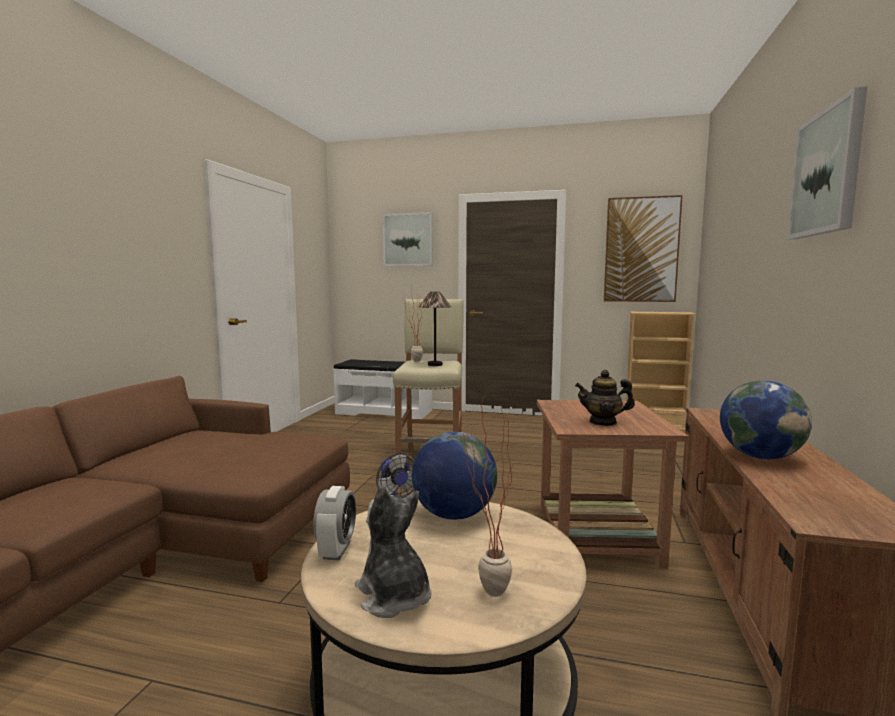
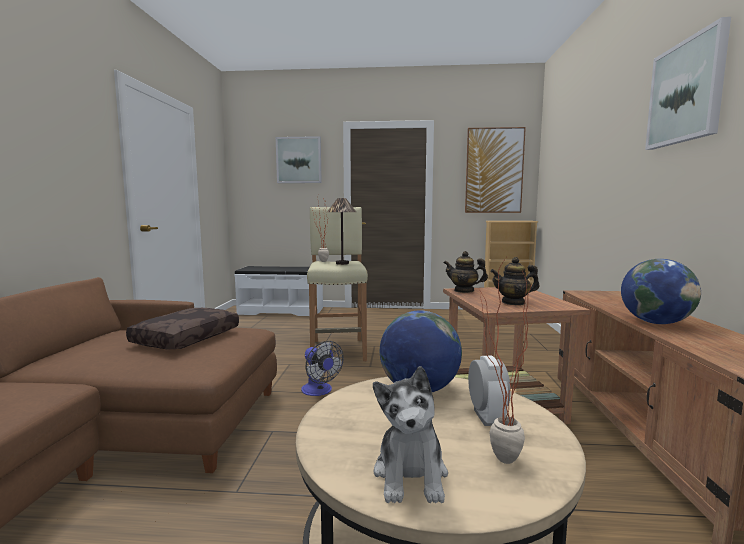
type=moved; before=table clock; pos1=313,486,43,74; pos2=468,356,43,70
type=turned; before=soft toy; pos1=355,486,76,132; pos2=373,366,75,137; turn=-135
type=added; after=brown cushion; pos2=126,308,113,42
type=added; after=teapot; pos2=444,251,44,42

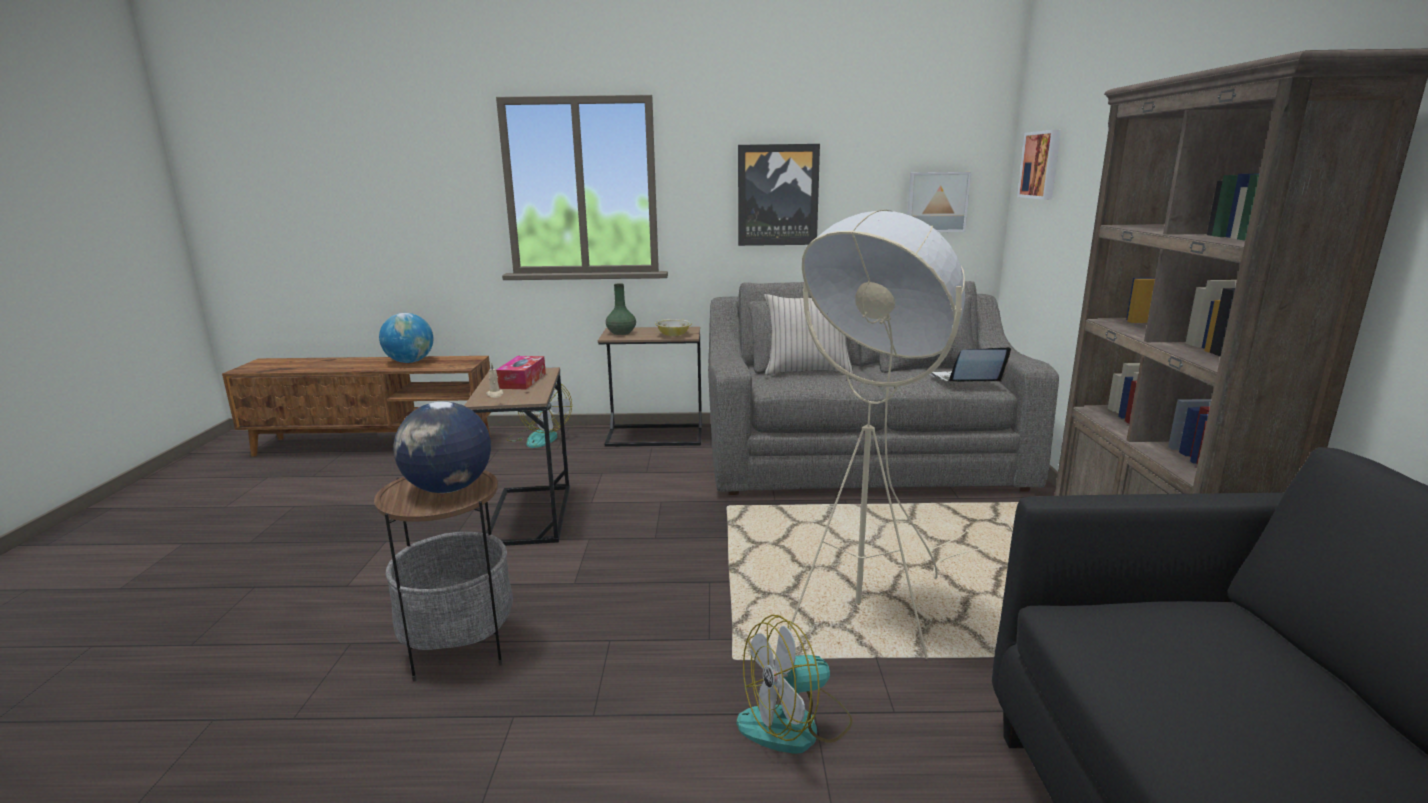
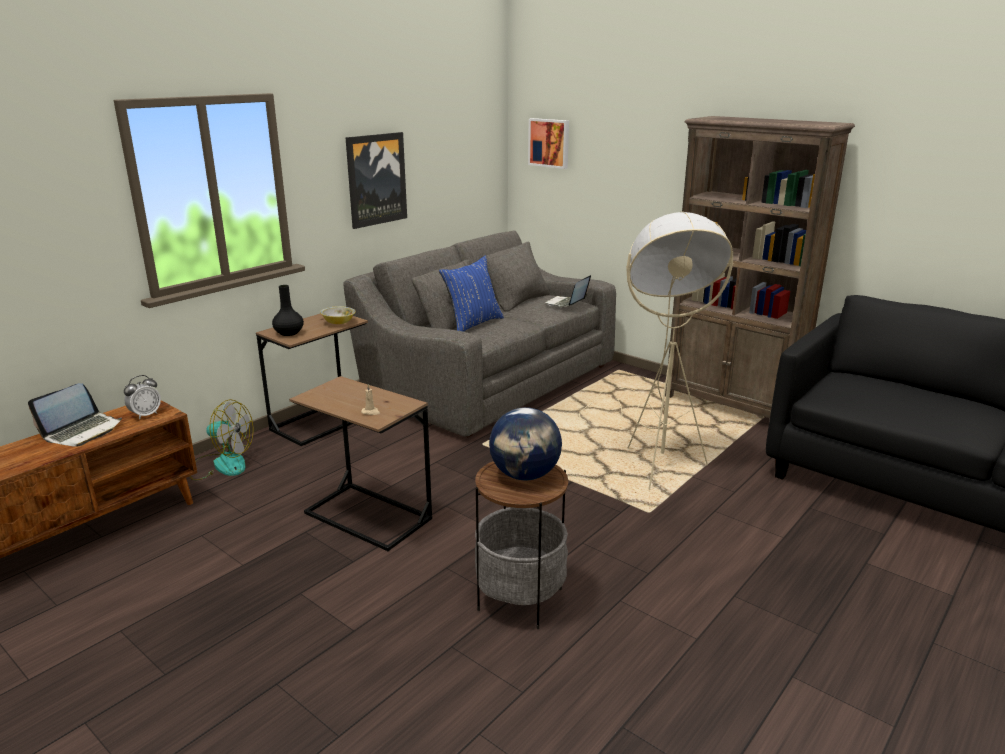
type=replaced; before=globe; after=notebook computer; pos1=379,313,54,50; pos2=28,383,94,64
type=removed; before=tissue holder; pos1=496,356,50,33
type=recoloured; before=greenish vase; after=black vase; pos1=606,283,30,52; pos2=272,285,32,51
type=removed; before=fan; pos1=737,614,115,140
type=recoloured; before=sand-coloured cushion; after=bluish cushion; pos1=764,294,89,81; pos2=439,256,65,76
type=removed; before=picture; pos1=907,172,64,60
type=added; after=table clock; pos2=124,375,37,45

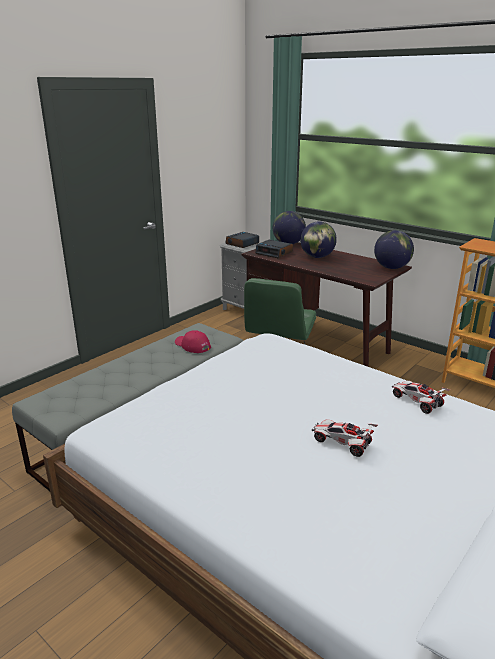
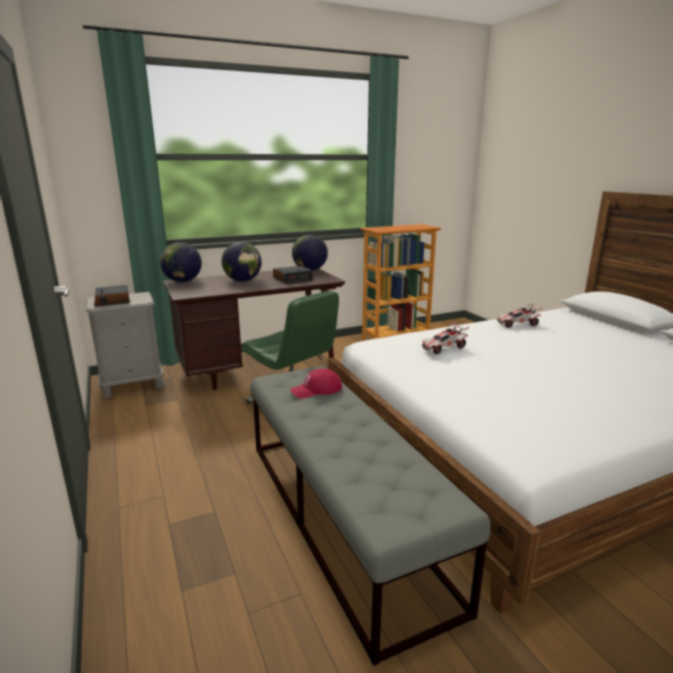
type=moved; before=table clock; pos1=255,240,38,18; pos2=273,266,40,18
type=moved; before=model car; pos1=312,419,66,38; pos2=422,322,47,32

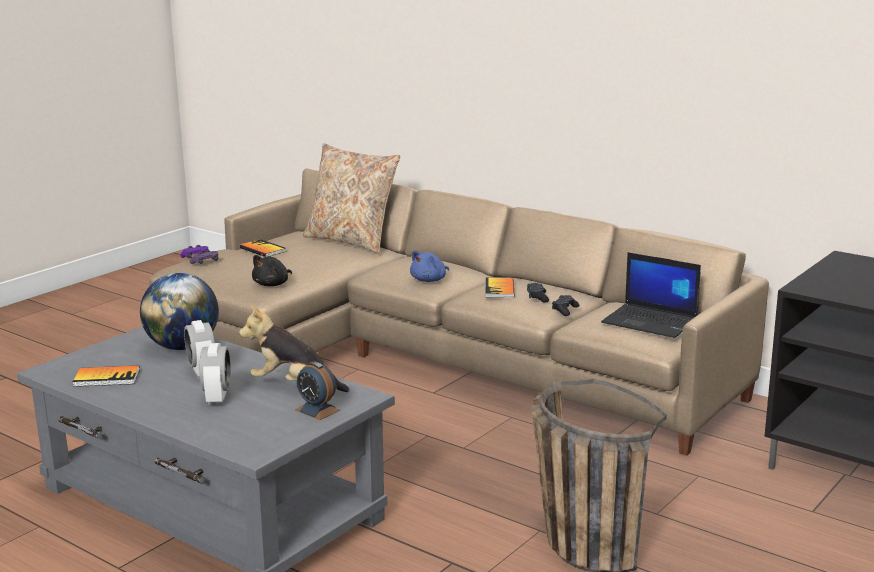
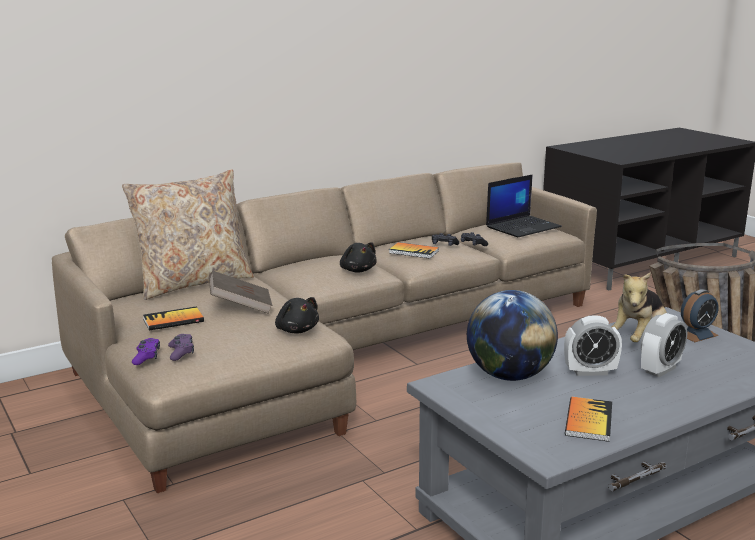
type=turned; before=table clock; pos1=200,343,31,62; pos2=641,313,46,64; turn=120
type=recoloured; before=bluish soft toy; after=black soft toy; pos1=410,250,39,32; pos2=340,242,37,30
type=added; after=brown book; pos2=209,271,63,43

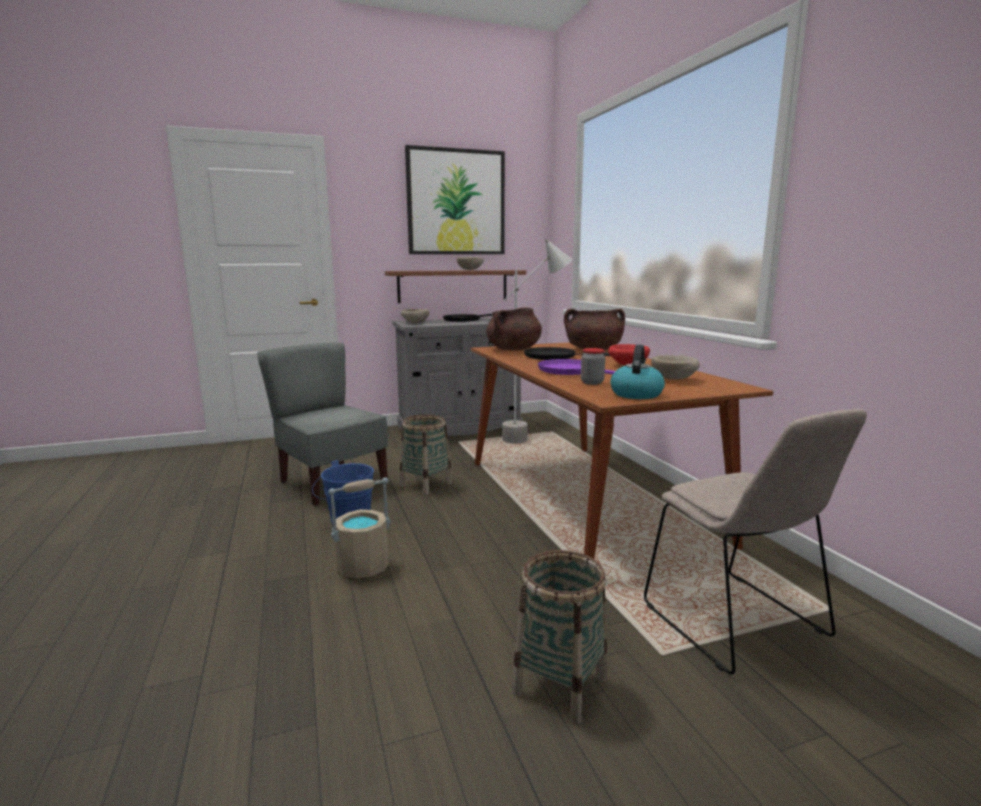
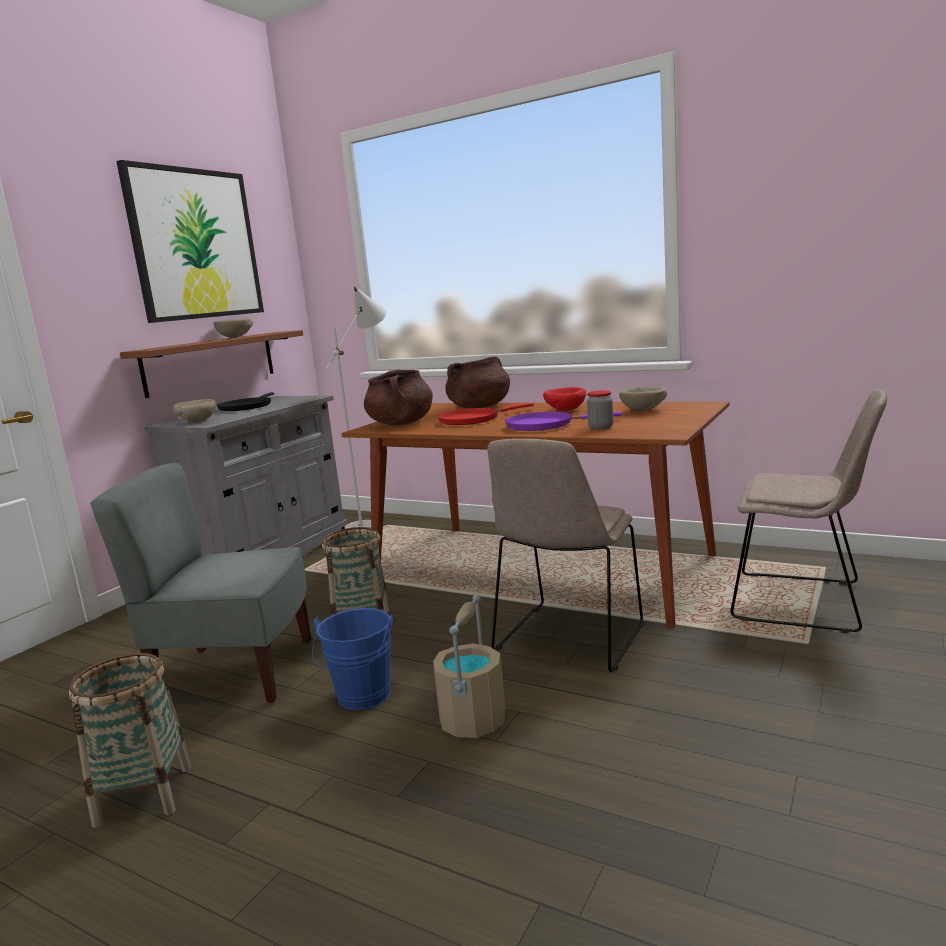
type=moved; before=basket; pos1=512,550,95,174; pos2=69,653,123,175
type=recoloured; before=black skillet; after=red skillet; pos1=524,347,86,13; pos2=437,403,97,22
type=removed; before=tea kettle; pos1=611,345,54,54
type=added; after=sand-coloured plain chair; pos2=487,439,157,233

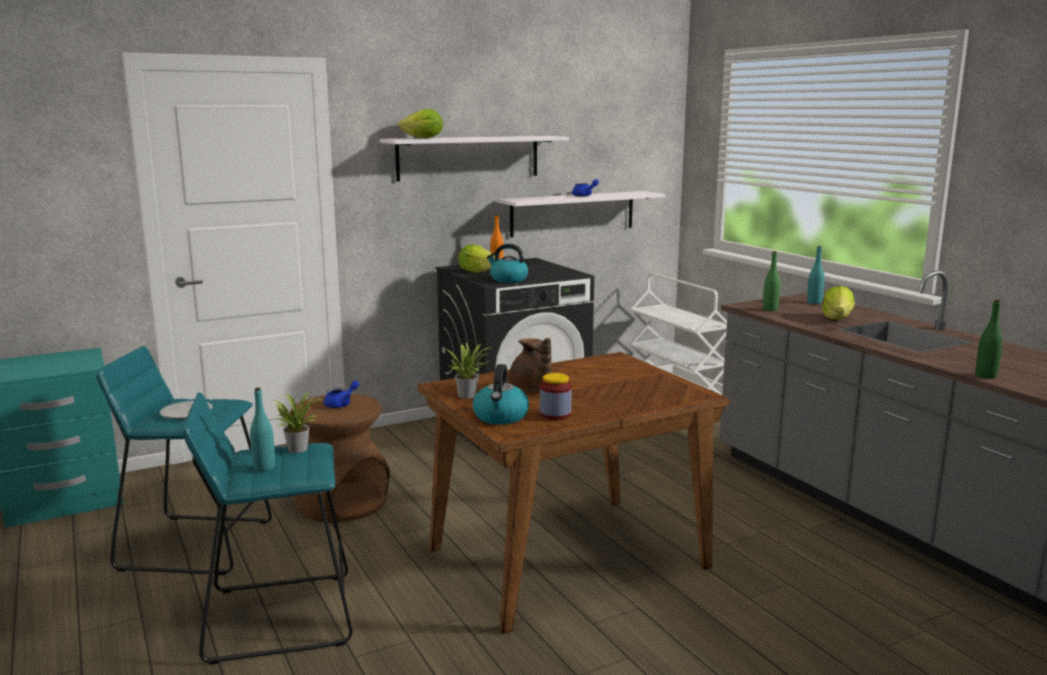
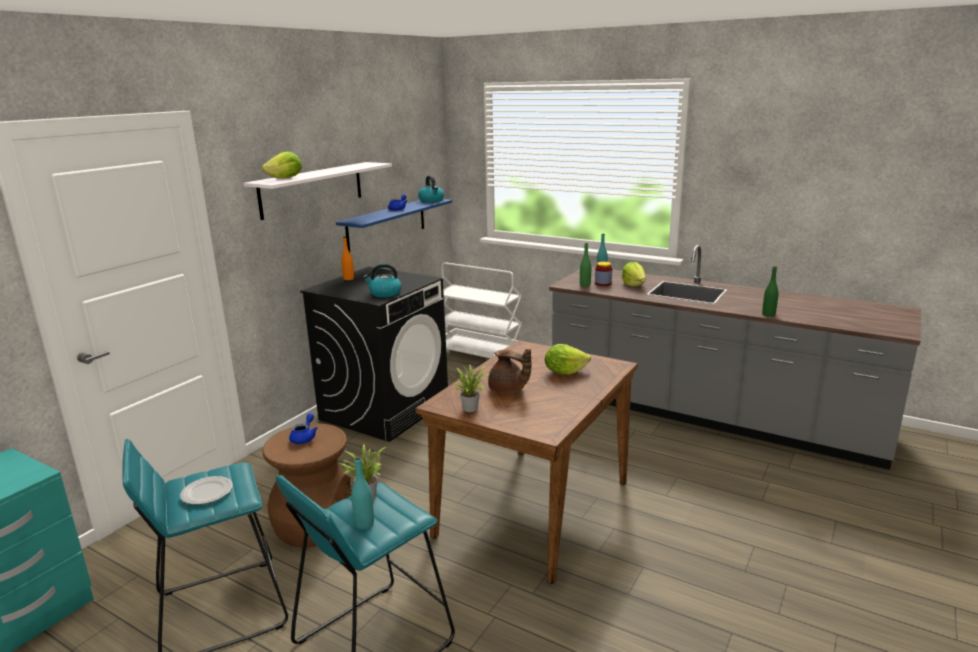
type=moved; before=lettuce; pos1=458,244,37,29; pos2=545,344,46,31
type=moved; before=tea kettle; pos1=473,364,56,60; pos2=418,175,26,28
type=recoloured; before=white wall shelf; after=bluish wall shelf; pos1=497,191,168,46; pos2=336,199,116,53
type=moved; before=preserve jar; pos1=540,373,32,47; pos2=595,262,17,24

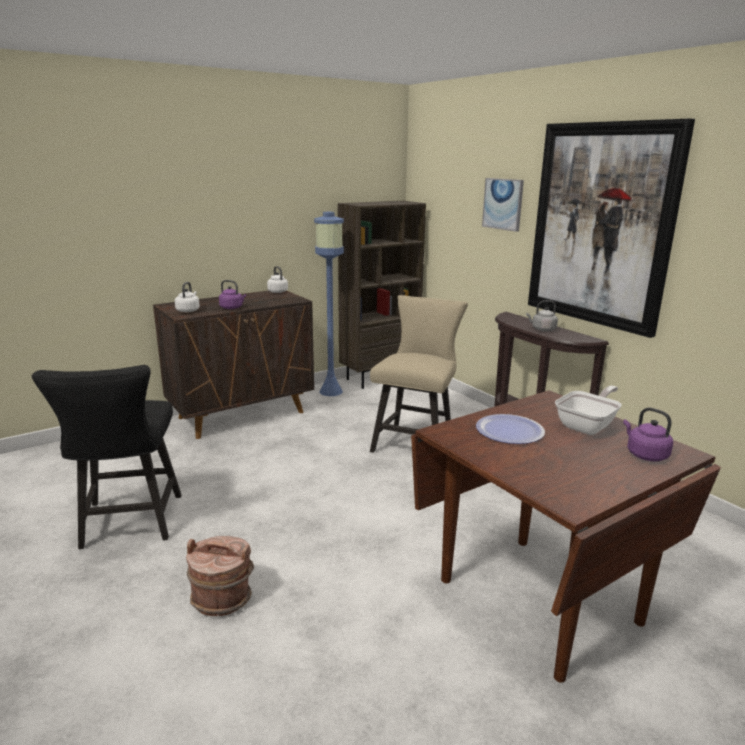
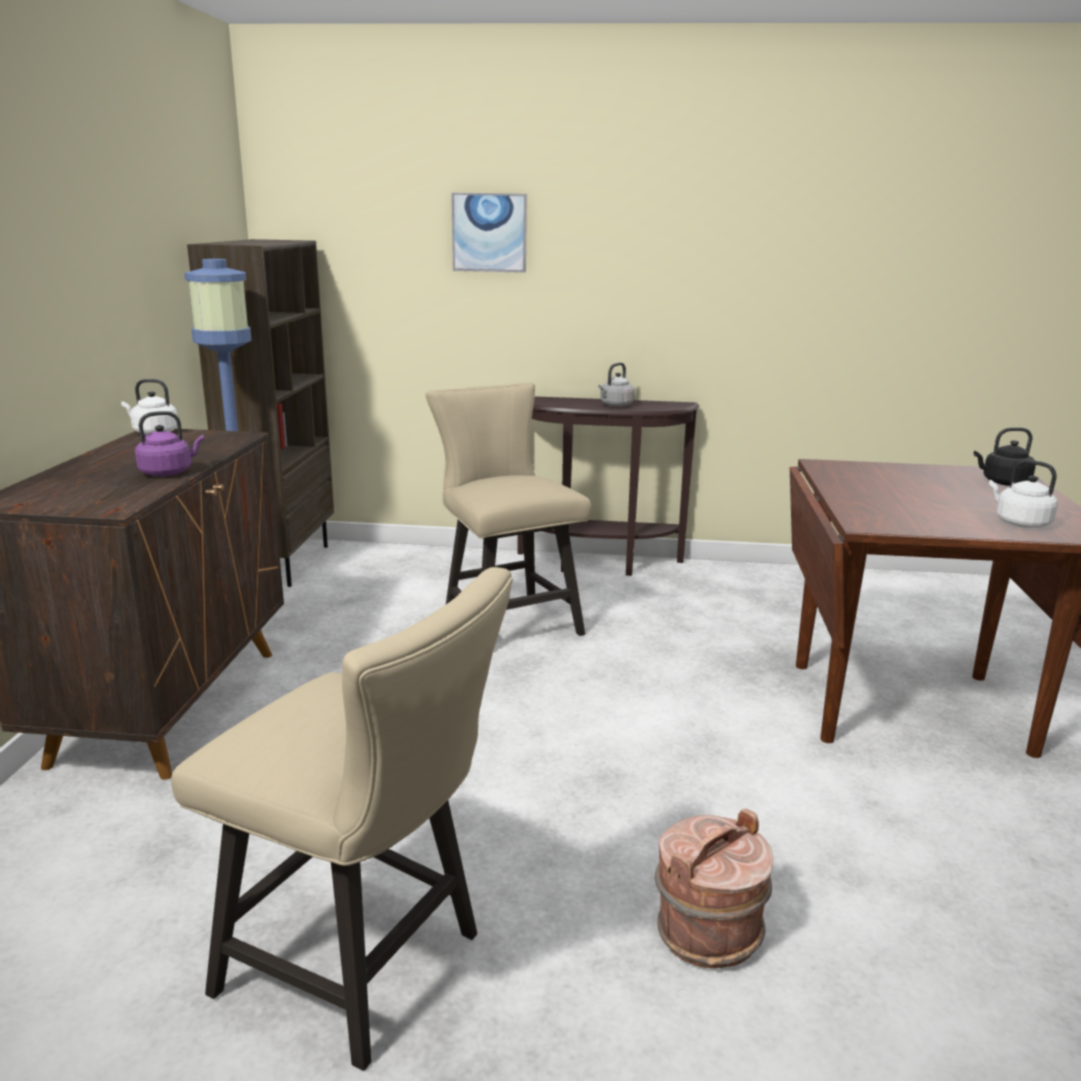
type=recoloured; before=black plain chair; after=sand-coloured plain chair; pos1=32,365,149,184; pos2=171,567,342,504
type=moved; before=white tea kettle; pos1=175,282,25,30; pos2=989,460,69,68
type=removed; before=plate; pos1=476,414,69,30
type=removed; before=picture; pos1=528,118,167,220
type=removed; before=skillet; pos1=555,386,67,49
type=recoloured; before=purple tea kettle; after=black tea kettle; pos1=623,408,50,53; pos2=973,427,63,59

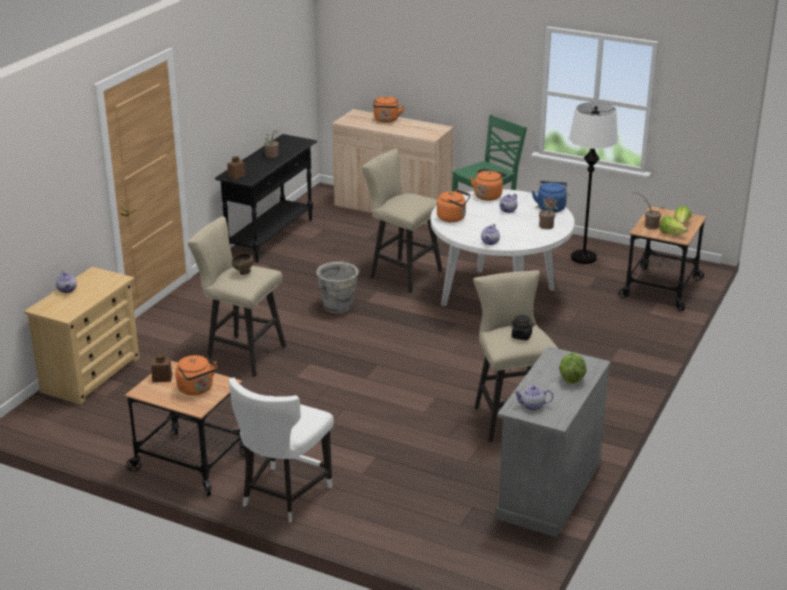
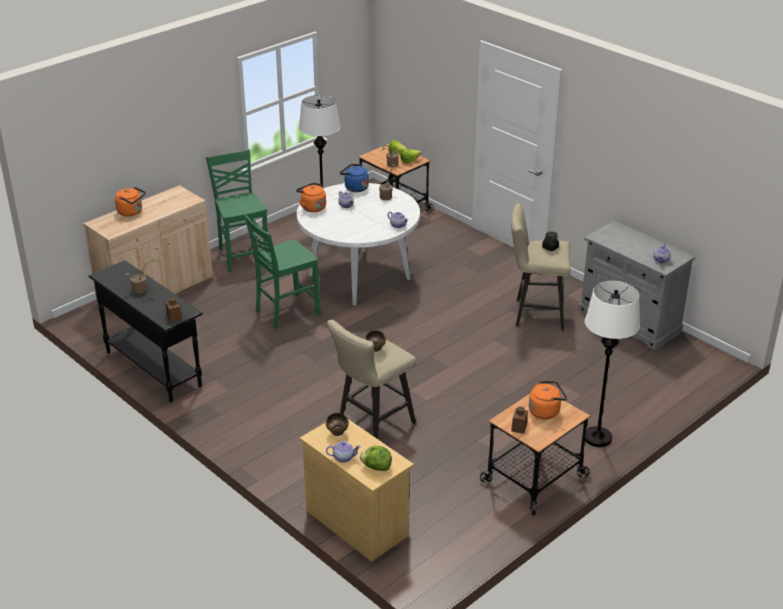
type=replaced; before=white plain chair; after=white floor lamp; pos1=229,377,105,145; pos2=585,281,55,166
type=removed; before=greyish pail; pos1=316,262,44,52
type=replaced; before=sand-coloured stool seat; after=greenish plain chair; pos1=362,149,81,144; pos2=244,213,77,116
type=removed; before=orangey tea kettle; pos1=437,189,33,33
type=moved; before=lettuce; pos1=559,353,28,31; pos2=360,446,32,25
type=added; after=brown bowl; pos2=326,413,23,23

